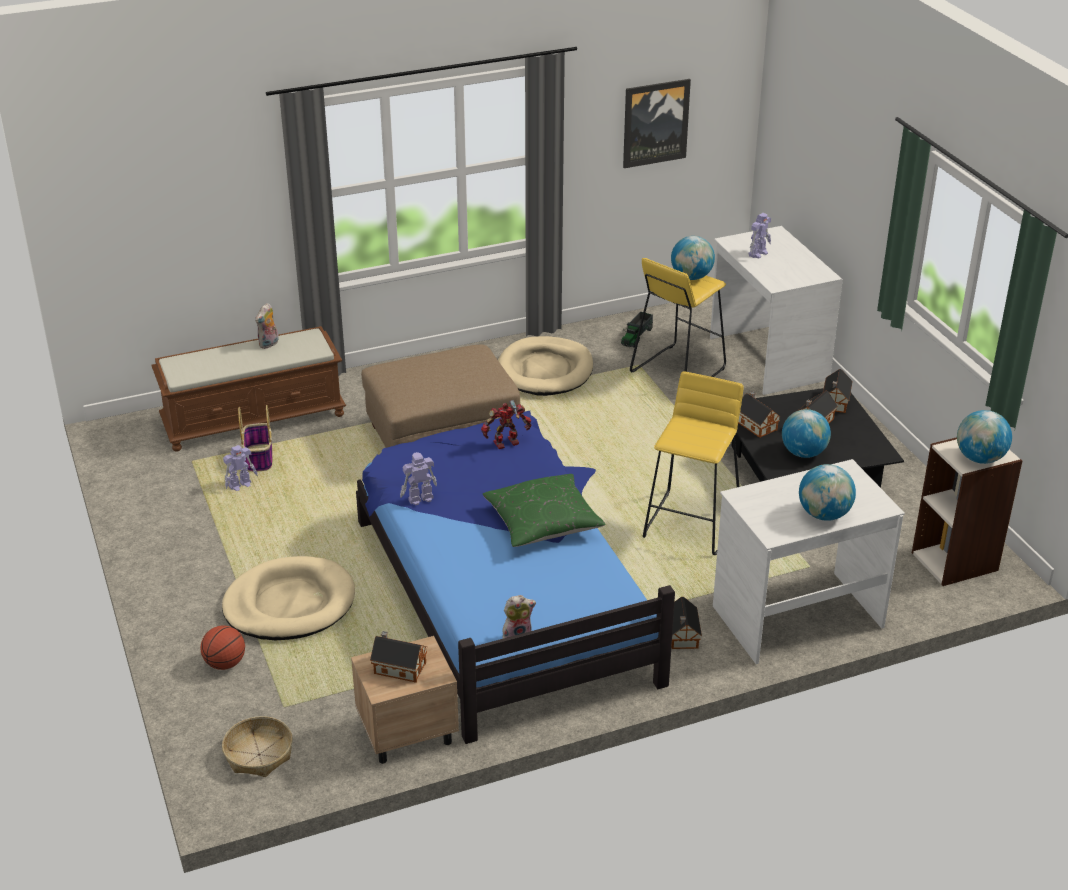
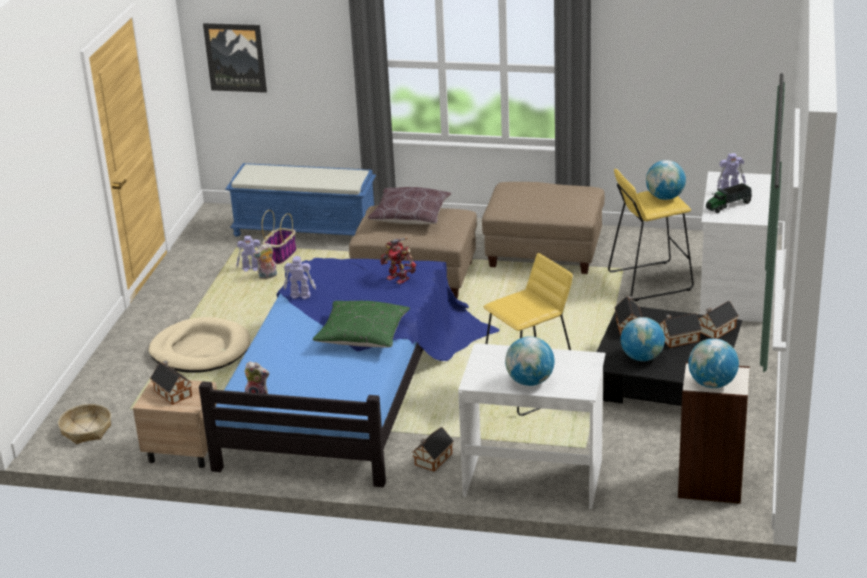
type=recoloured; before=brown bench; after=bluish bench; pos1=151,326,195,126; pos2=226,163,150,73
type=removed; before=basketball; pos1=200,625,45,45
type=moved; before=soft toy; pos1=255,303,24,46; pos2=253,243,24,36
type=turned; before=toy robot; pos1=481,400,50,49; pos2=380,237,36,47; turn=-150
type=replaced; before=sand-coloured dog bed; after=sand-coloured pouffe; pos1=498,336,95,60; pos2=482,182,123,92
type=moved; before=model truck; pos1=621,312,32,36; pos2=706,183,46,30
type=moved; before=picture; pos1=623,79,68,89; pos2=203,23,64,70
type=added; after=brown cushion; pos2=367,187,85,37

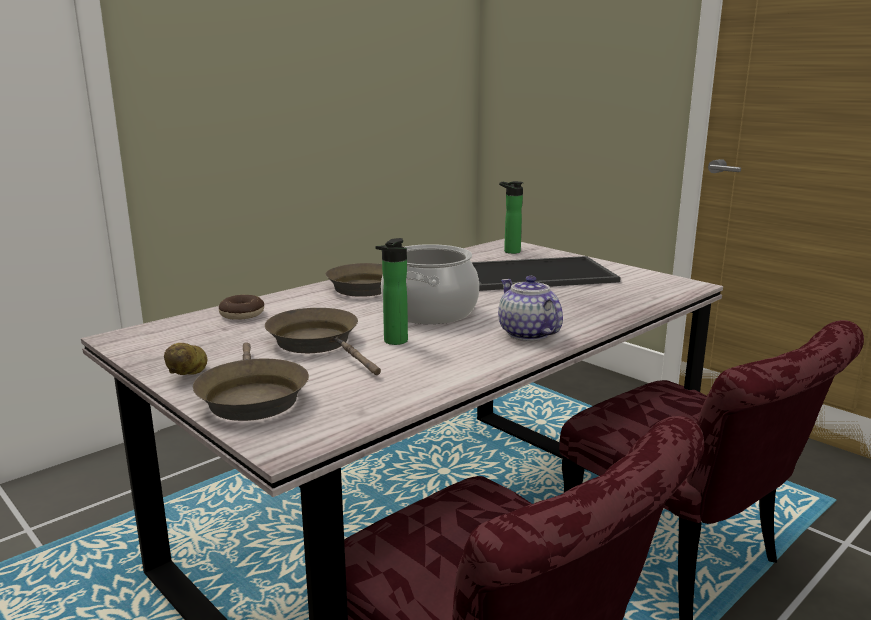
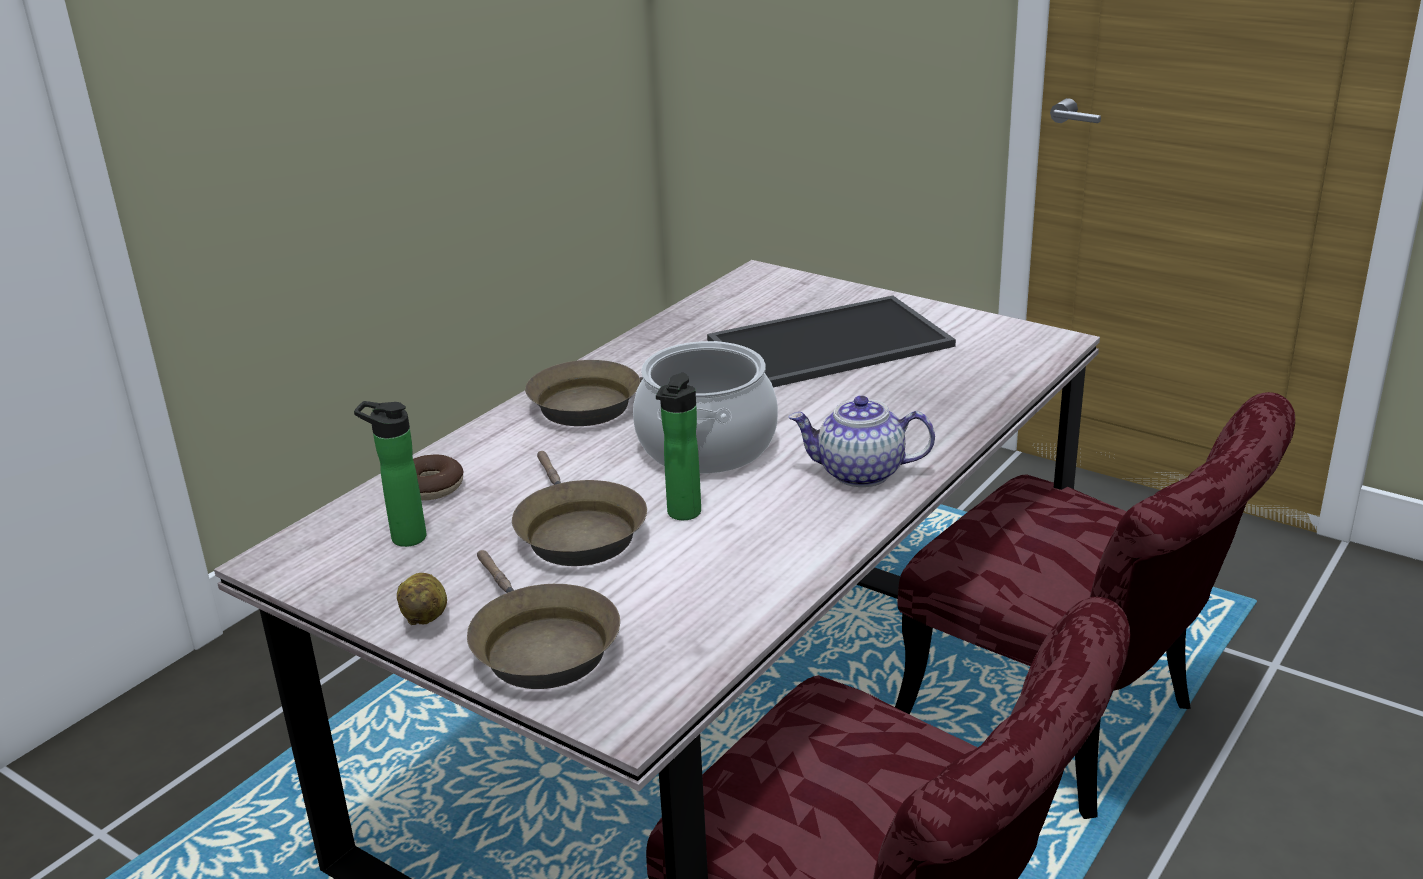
type=turned; before=brown skillet; pos1=265,308,116,67; pos2=512,451,135,115; turn=-150
type=turned; before=teapot; pos1=498,276,65,65; pos2=788,395,147,92; turn=-45
type=moved; before=drink bottle; pos1=499,181,25,73; pos2=354,401,72,146

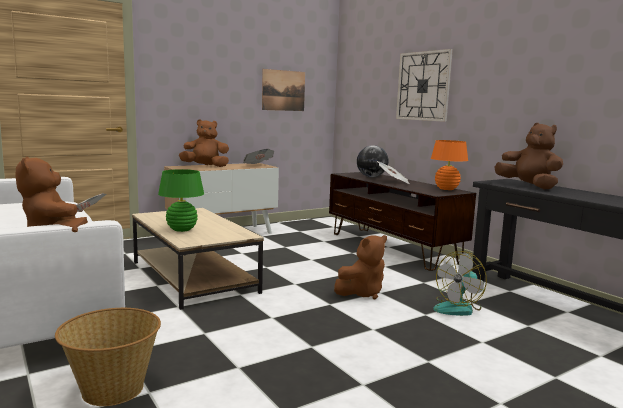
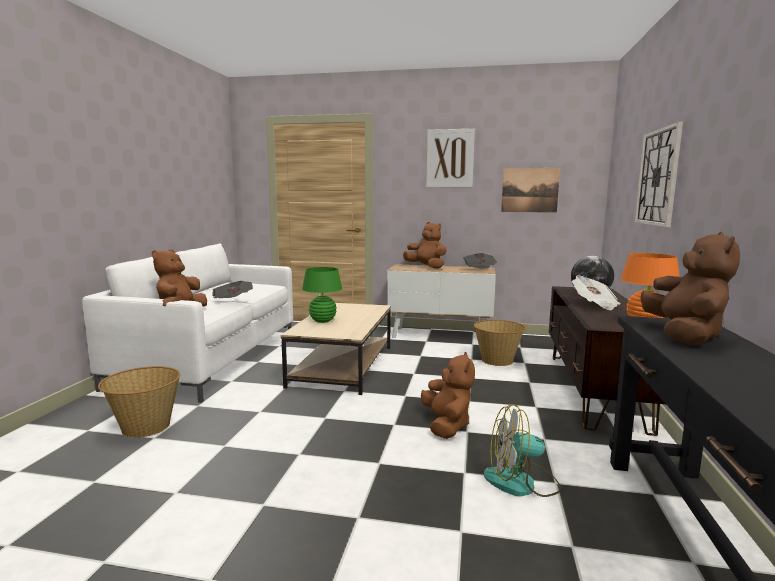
type=turned; before=brown soft toy; pos1=334,235,53,64; pos2=421,352,54,87; turn=-105
type=added; after=picture; pos2=426,129,49,58
type=added; after=basket; pos2=474,320,52,46

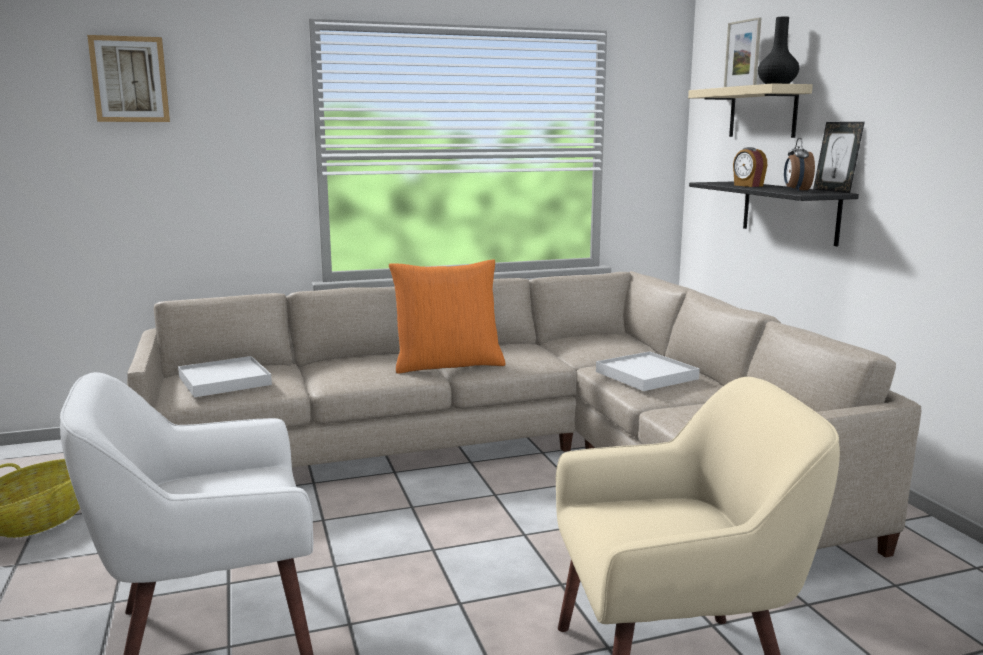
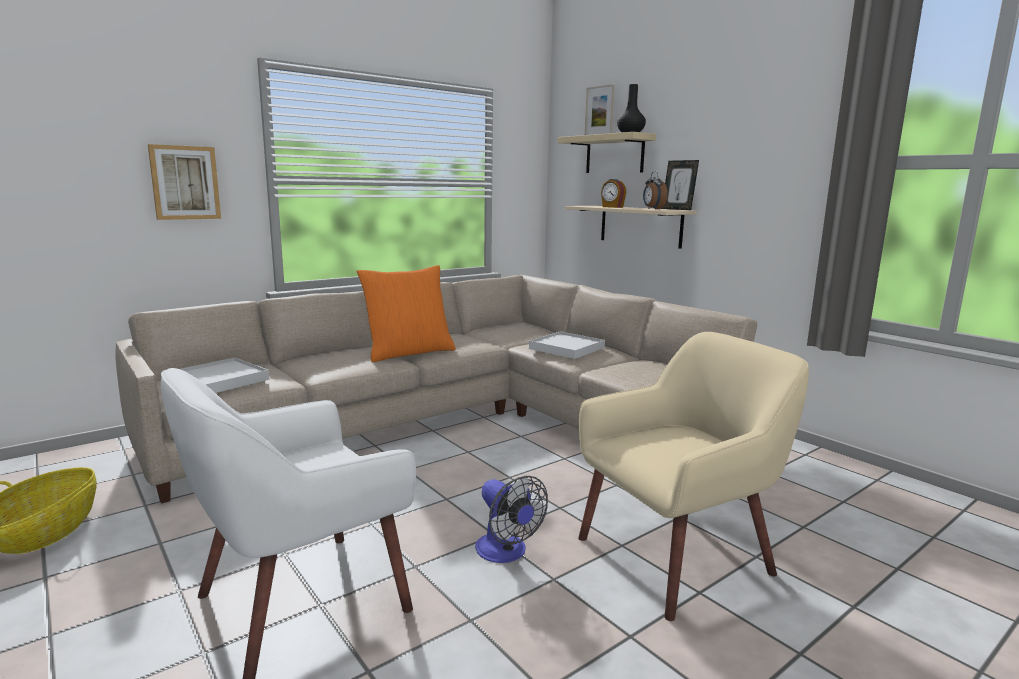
type=moved; before=picture; pos1=87,35,83,87; pos2=148,144,73,76
type=recoloured; before=black wall shelf; after=sand-coloured wall shelf; pos1=689,181,170,66; pos2=565,206,132,43
type=added; after=fan; pos2=475,476,73,87

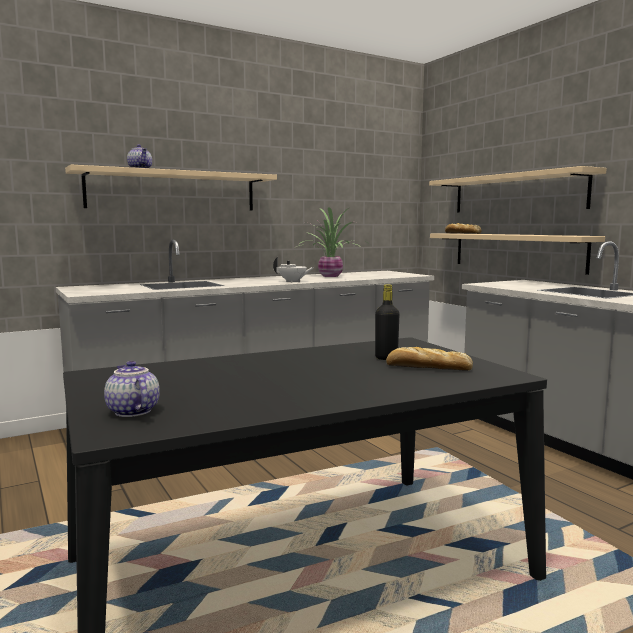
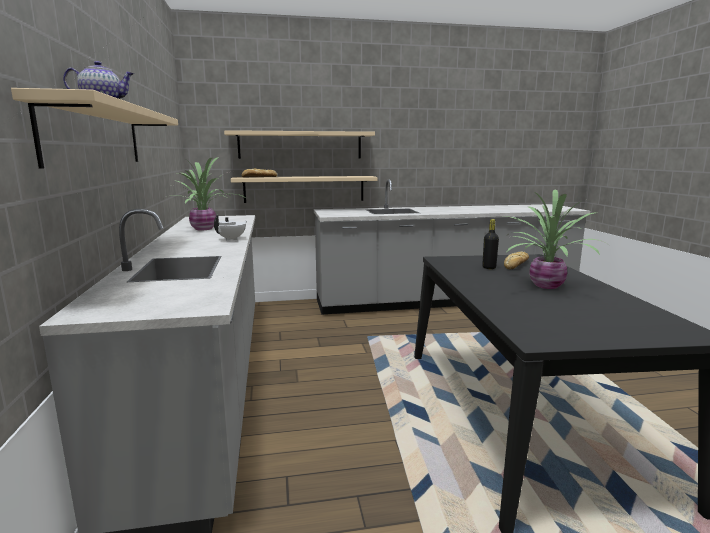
type=removed; before=teapot; pos1=104,361,56,56
type=added; after=houseplant; pos2=505,190,101,99

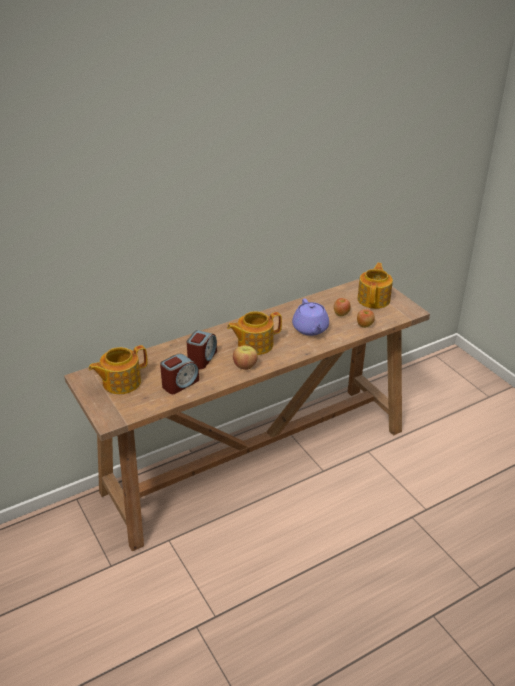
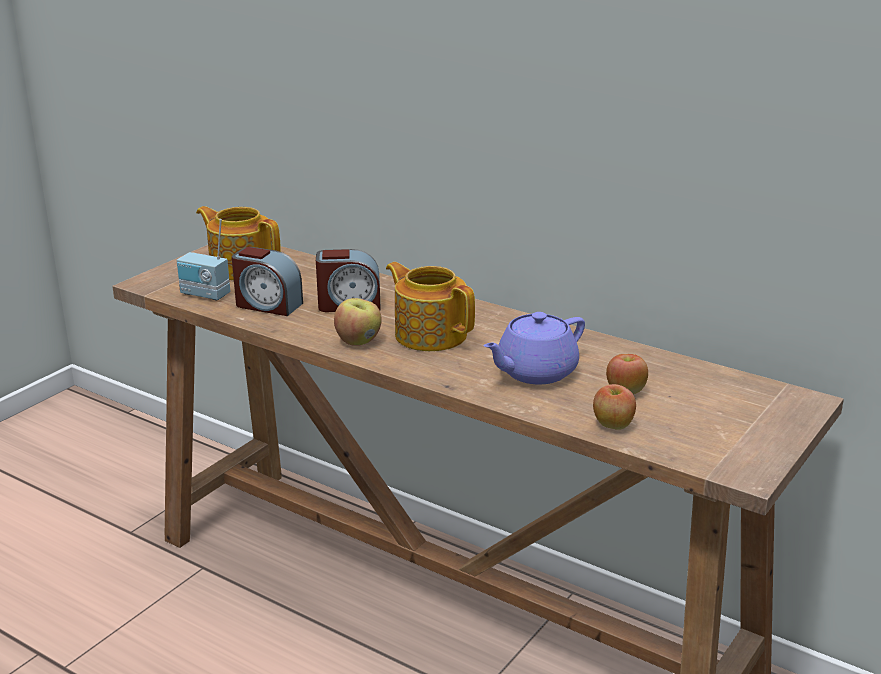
type=removed; before=teapot; pos1=357,263,36,46
type=added; after=radio set; pos2=177,219,53,82

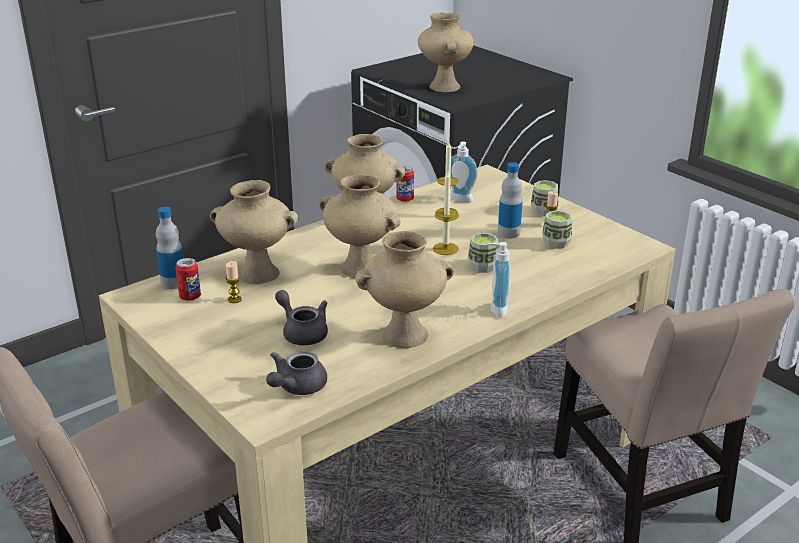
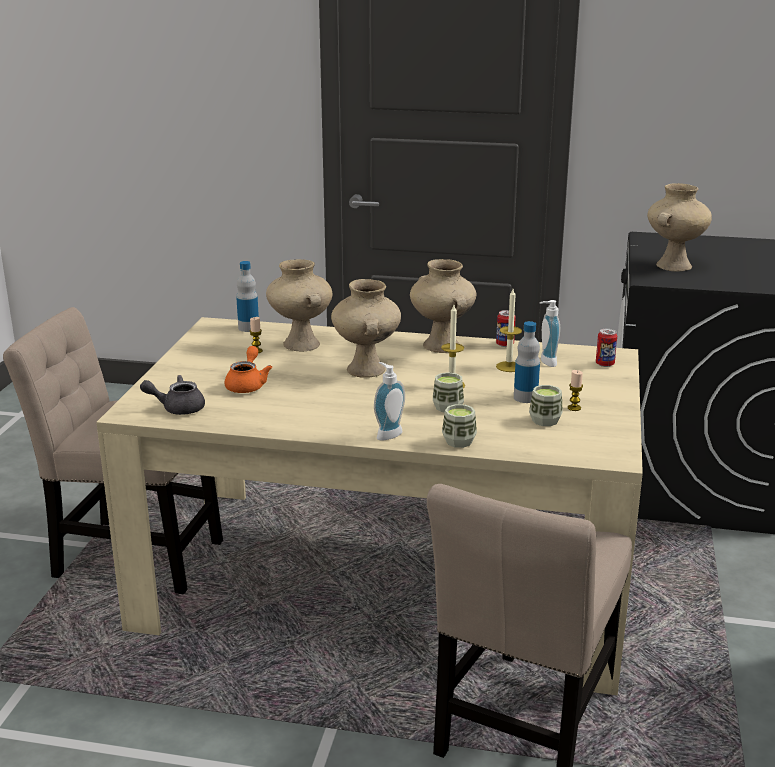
type=moved; before=sealed can; pos1=175,258,26,43; pos2=596,329,21,38
type=recoloured; before=greyish teapot; after=orangey teapot; pos1=275,290,53,56; pos2=225,346,47,47
type=removed; before=sand-coloured vase; pos1=355,231,99,117
type=moved; before=cup; pos1=531,180,27,36; pos2=442,404,35,44

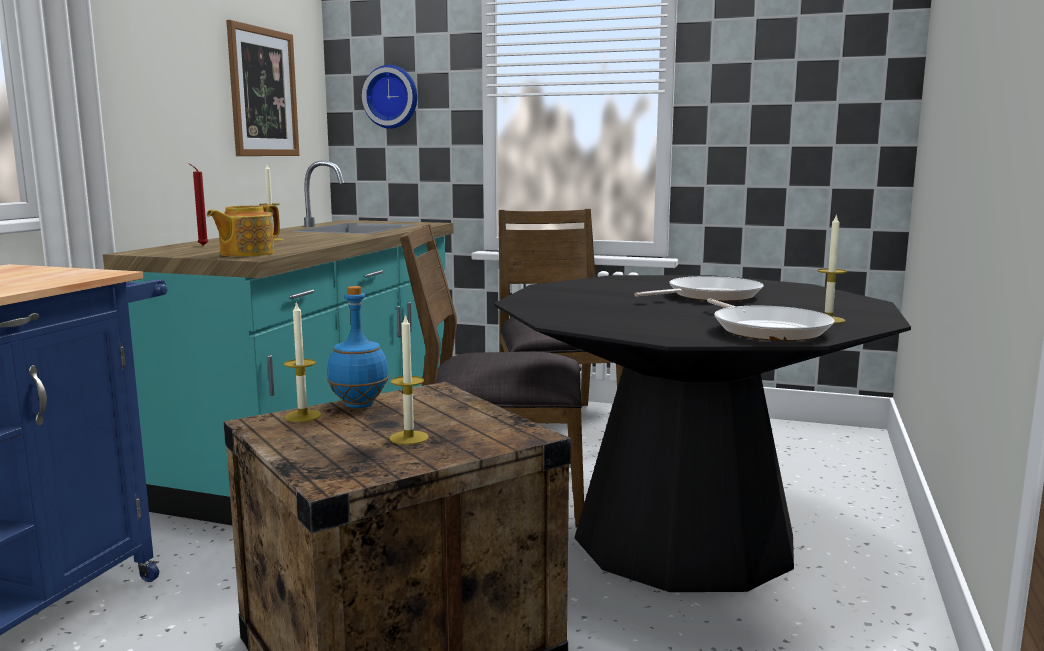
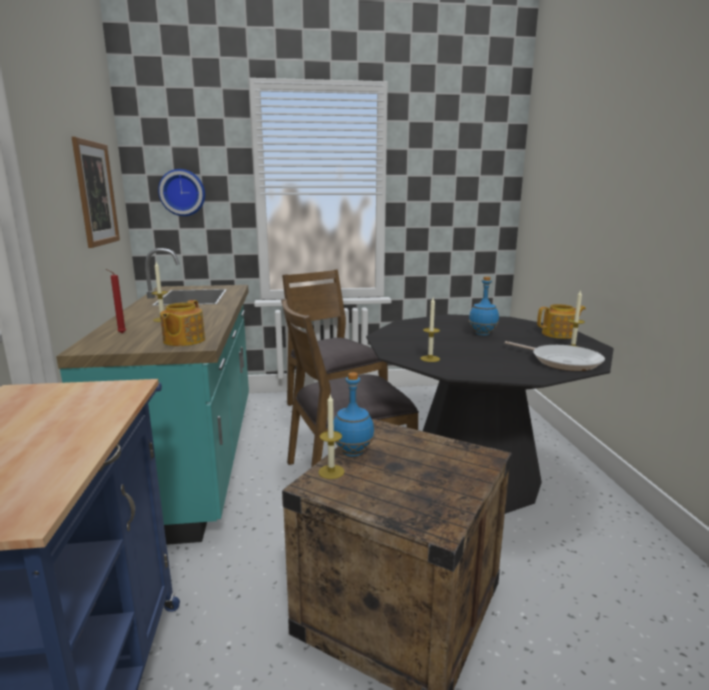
type=moved; before=candle; pos1=390,314,39,131; pos2=421,298,19,64
type=replaced; before=skillet; after=bluish drink bottle; pos1=634,276,130,25; pos2=469,276,30,60
type=added; after=teapot; pos2=537,304,49,35

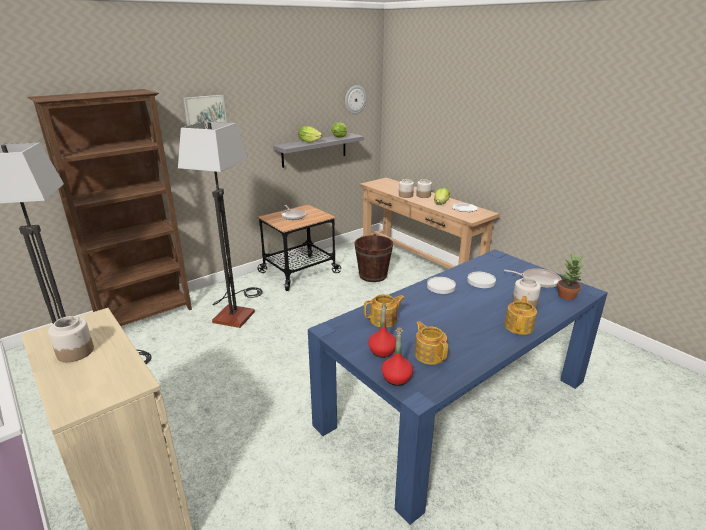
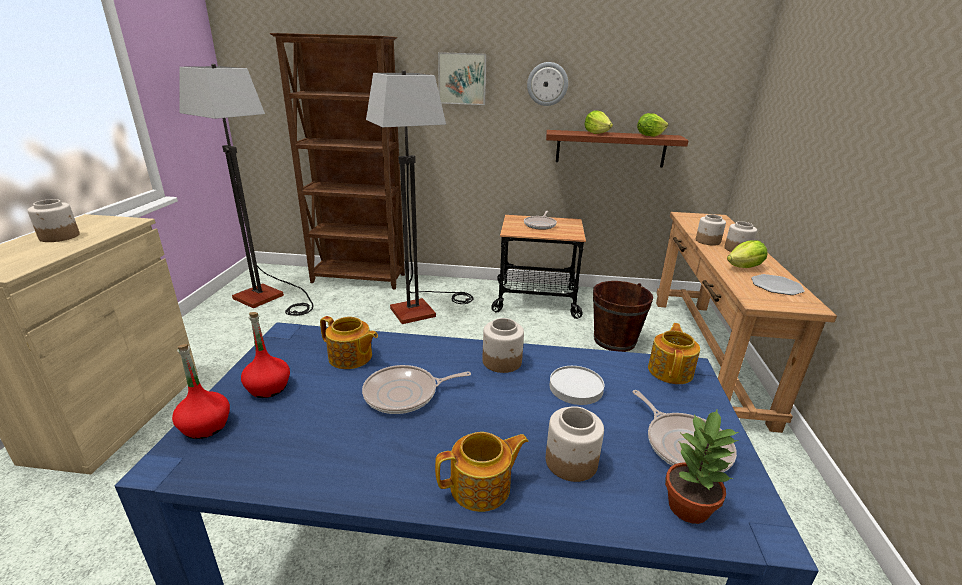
type=recoloured; before=greyish wall shelf; after=brown wall shelf; pos1=273,133,91,35; pos2=546,130,143,37
type=moved; before=wall clock; pos1=345,85,22,29; pos2=527,62,41,44
type=moved; before=teapot; pos1=415,321,33,44; pos2=648,323,52,61
type=replaced; before=white plate; after=preserve jar; pos1=427,277,29,17; pos2=482,318,42,55
type=added; after=skillet; pos2=362,365,109,49

